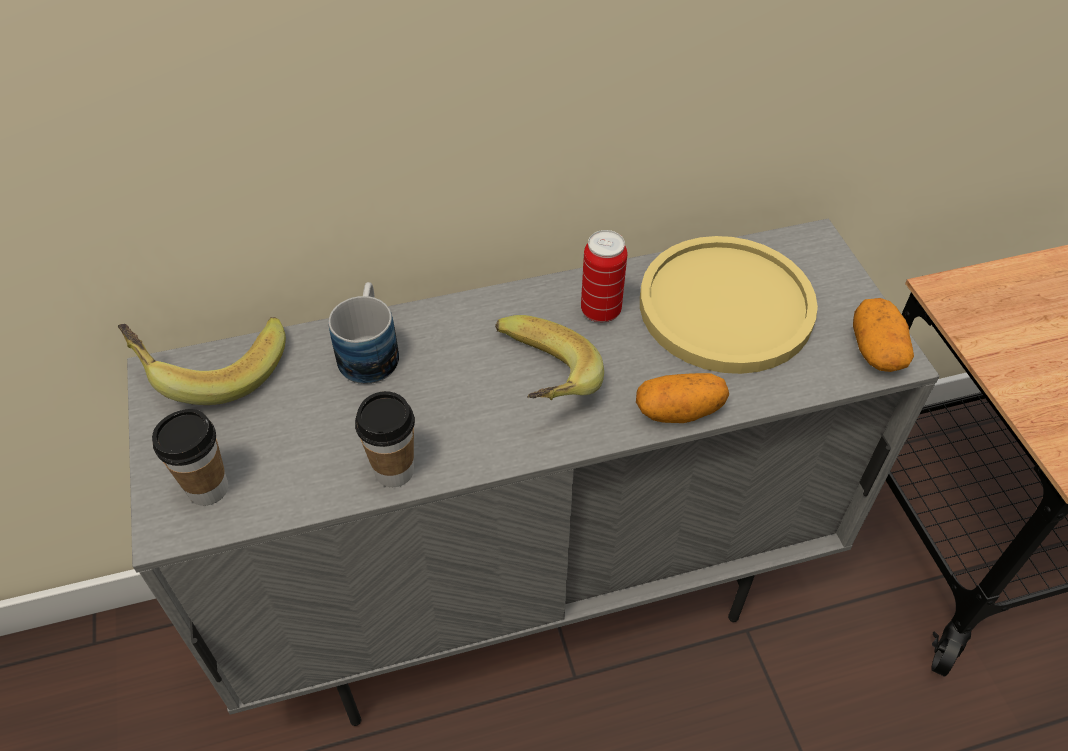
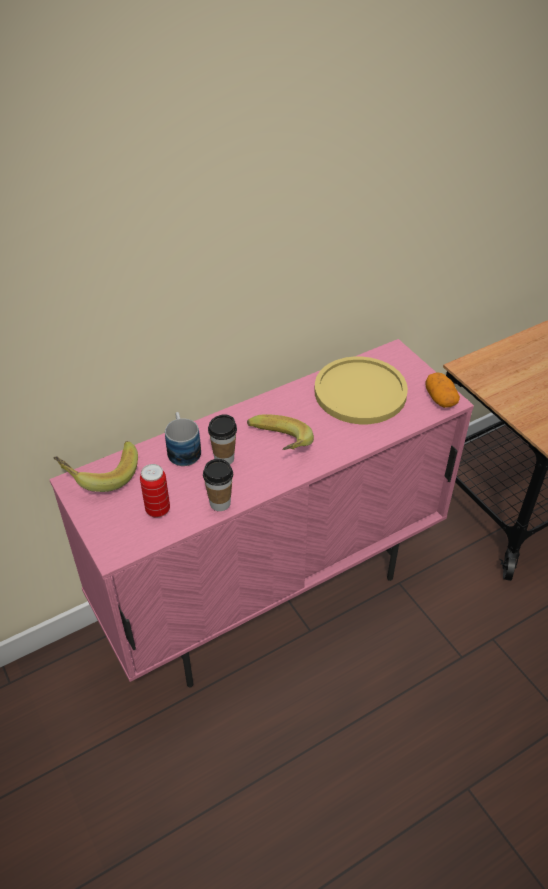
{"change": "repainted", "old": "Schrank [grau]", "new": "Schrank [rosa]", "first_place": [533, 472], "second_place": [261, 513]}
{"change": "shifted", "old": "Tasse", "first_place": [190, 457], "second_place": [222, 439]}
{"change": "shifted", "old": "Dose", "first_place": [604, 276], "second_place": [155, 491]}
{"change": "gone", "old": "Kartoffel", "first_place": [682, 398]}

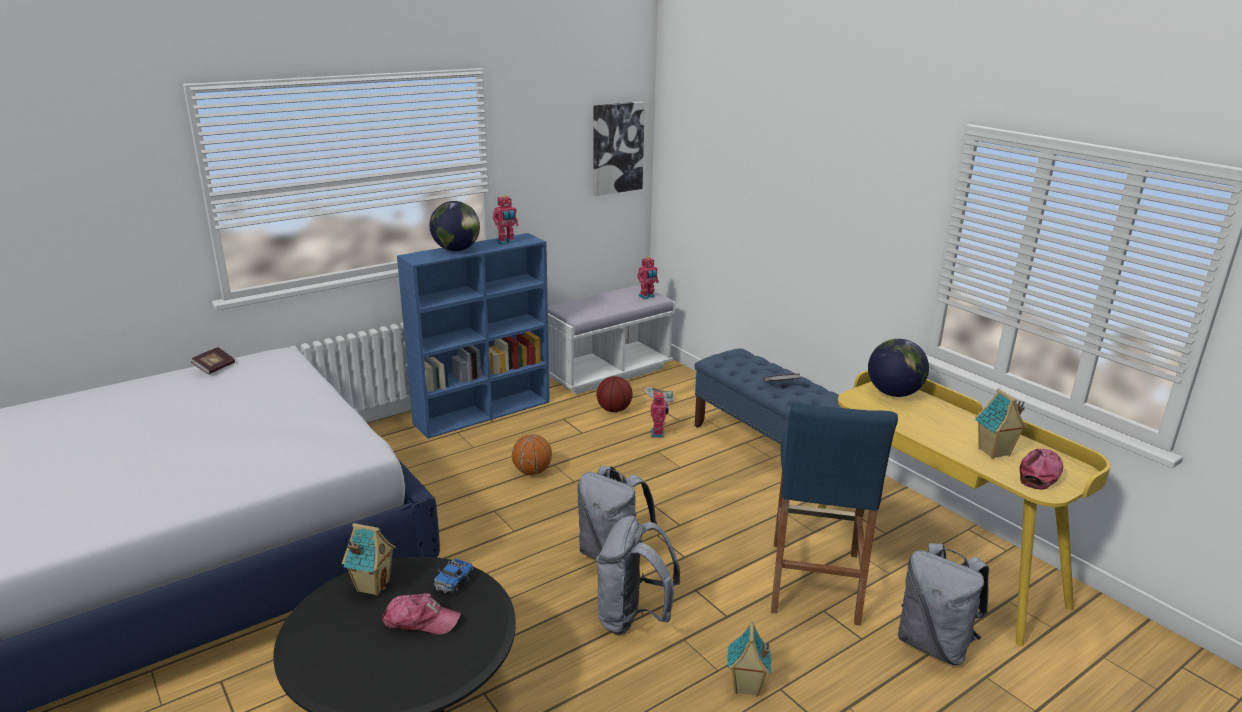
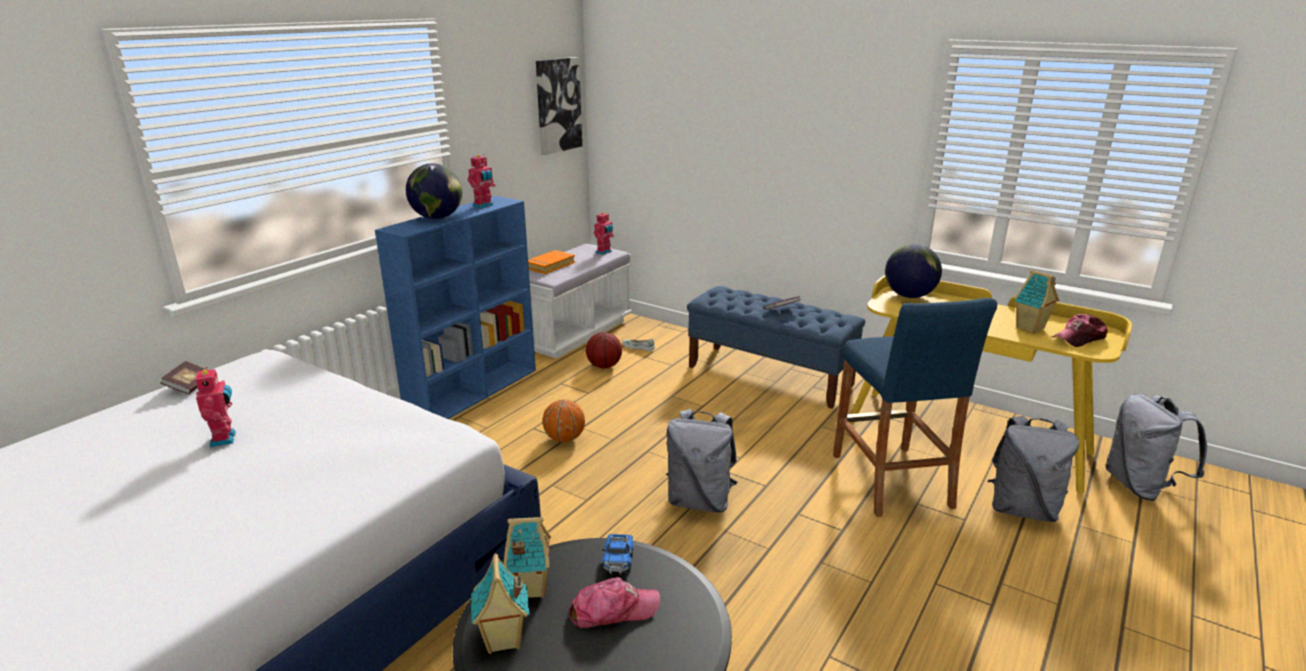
{"change": "shifted", "old": "Rucksack [grau]", "first_place": [638, 575], "second_place": [1156, 447]}
{"change": "shifted", "old": "Spielzeugroboter", "first_place": [660, 414], "second_place": [215, 407]}
{"change": "shifted", "old": "Spielzeughaus", "first_place": [749, 659], "second_place": [500, 604]}
{"change": "rotated", "old": "Kappe", "first_place": [1041, 469], "second_place": [1080, 330], "degrees": -135}
{"change": "new", "new": "Buch [orange]", "second_place": [551, 262]}

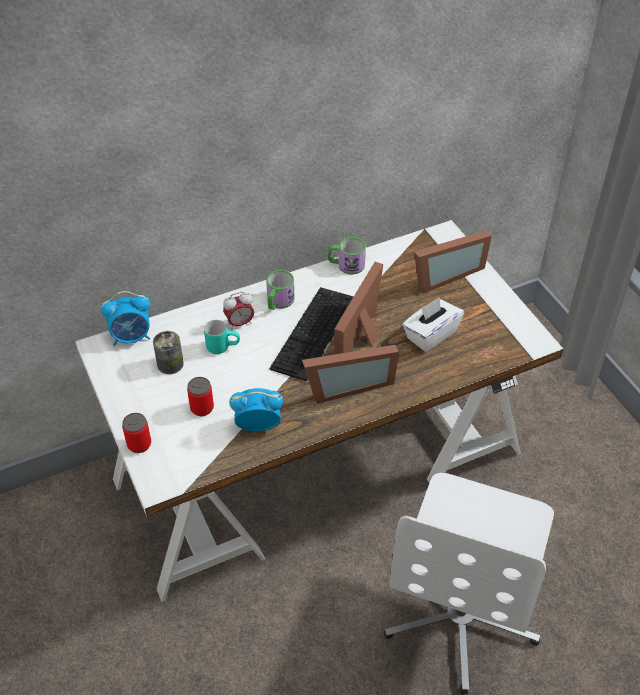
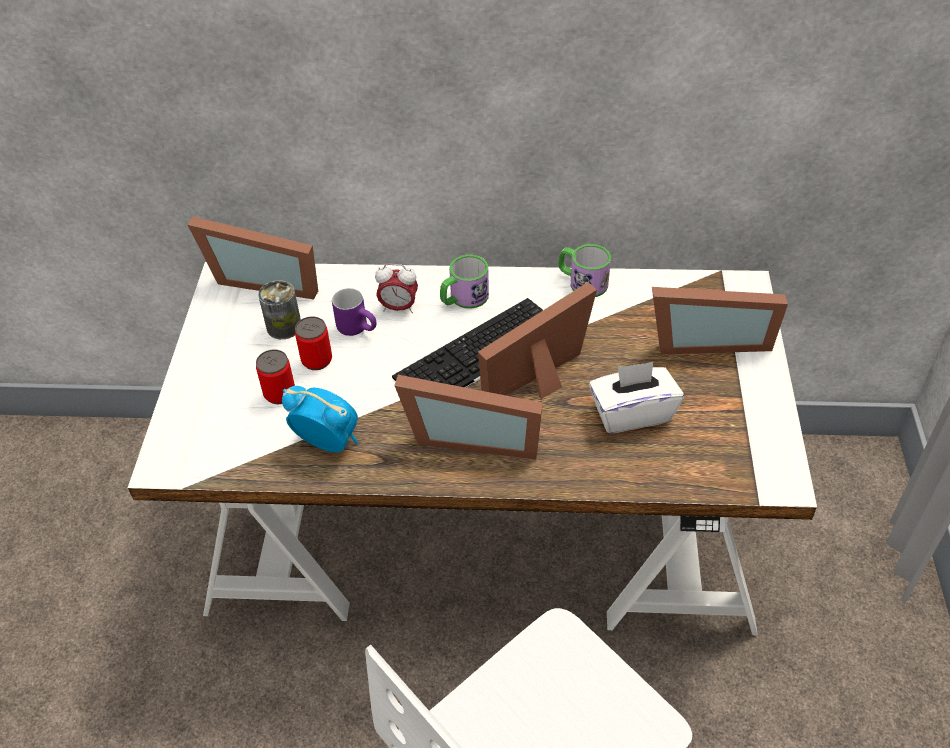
{"change": "swapped", "old": "Wecker", "new": "Bilderrahmen", "first_place": [125, 318], "second_place": [252, 258]}
{"change": "shifted", "old": "Dose", "first_place": [136, 433], "second_place": [313, 343]}
{"change": "repainted", "old": "Henkelbecher [türkis]", "new": "Henkelbecher [lila]", "first_place": [222, 337], "second_place": [354, 312]}

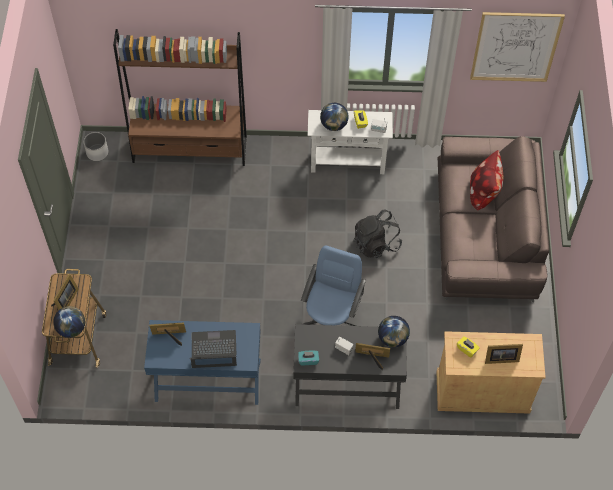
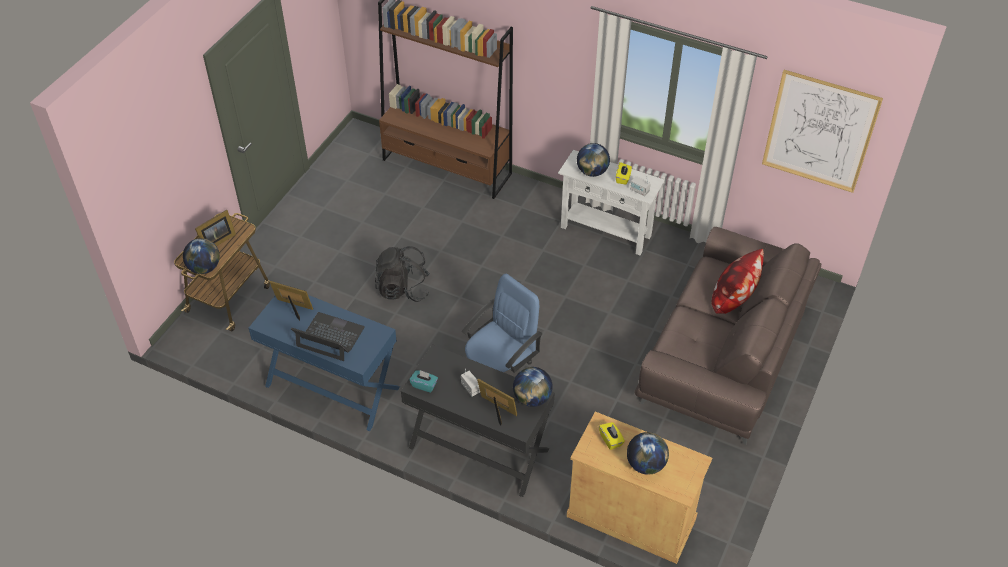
{"change": "gone", "old": "Pflanzkübel [weiß]", "first_place": [96, 146]}
{"change": "shifted", "old": "Rucksack [schwarz]", "first_place": [377, 233], "second_place": [402, 274]}
{"change": "swapped", "old": "Bilderrahmen", "new": "Globus", "first_place": [504, 354], "second_place": [648, 453]}

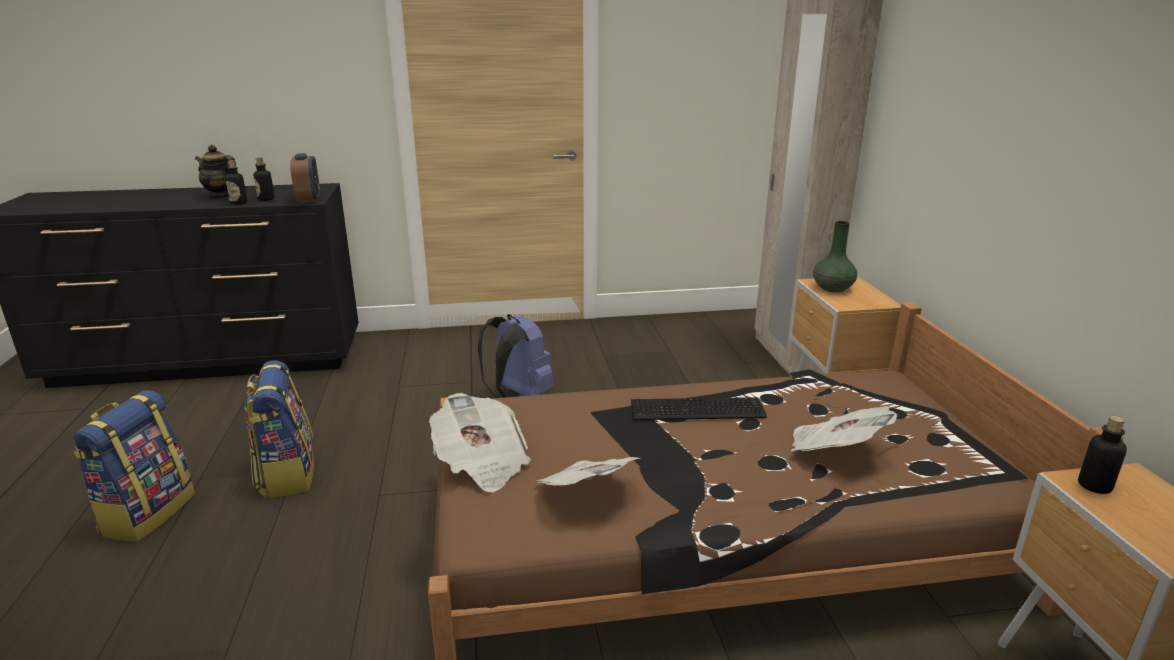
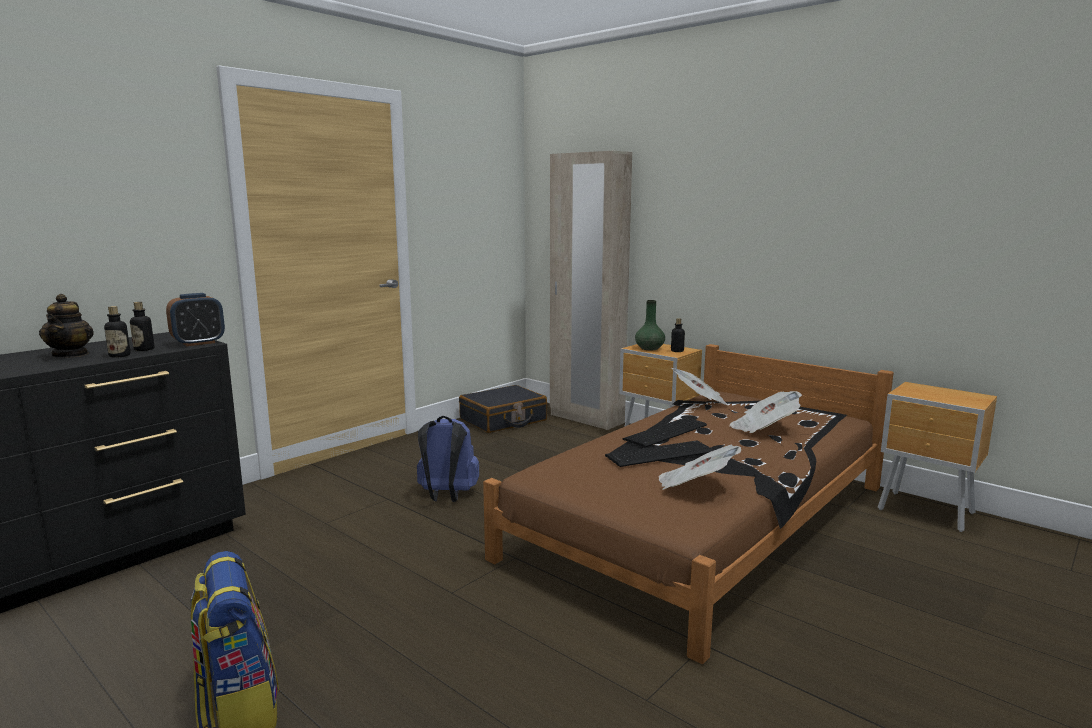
{"change": "rotated", "old": "Teekanne", "first_place": [215, 172], "second_place": [66, 326], "degrees": -90}
{"change": "gone", "old": "Rucksack", "first_place": [279, 429]}
{"change": "rotated", "old": "Wecker", "first_place": [305, 178], "second_place": [195, 319], "degrees": 105}
{"change": "shifted", "old": "Zeitung", "first_place": [480, 442], "second_place": [699, 386]}
{"change": "shifted", "old": "Flasche", "first_place": [1102, 455], "second_place": [678, 335]}
{"change": "new", "new": "Koffer [schwarz]", "second_place": [503, 409]}
{"change": "new", "new": "Tastatur", "second_place": [659, 453]}

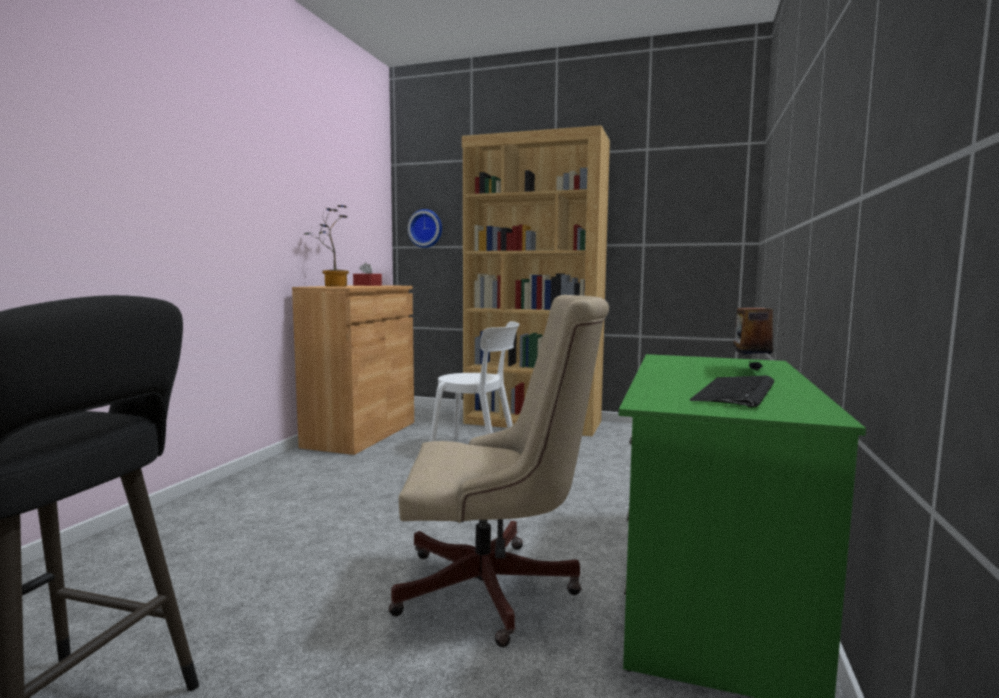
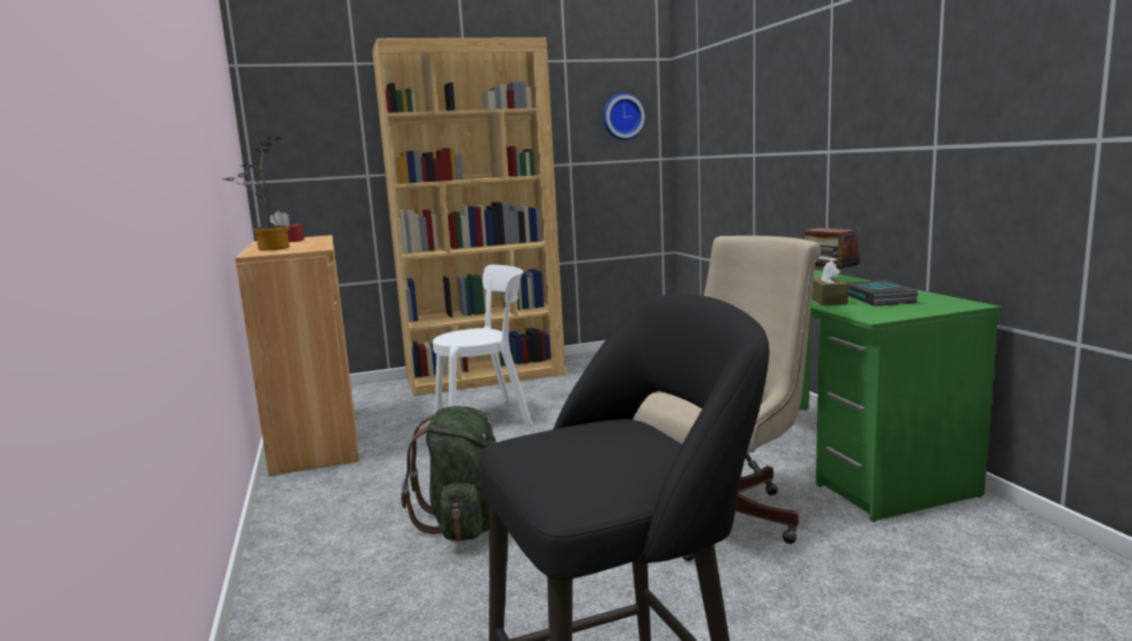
{"change": "shifted", "old": "Wanduhr", "first_place": [425, 228], "second_place": [624, 116]}
{"change": "swapped", "old": "Tastatur", "new": "Buch", "first_place": [732, 391], "second_place": [882, 293]}
{"change": "new", "new": "Rucksack [grün]", "second_place": [449, 474]}
{"change": "new", "new": "Taschentuchbox [braun]", "second_place": [830, 283]}

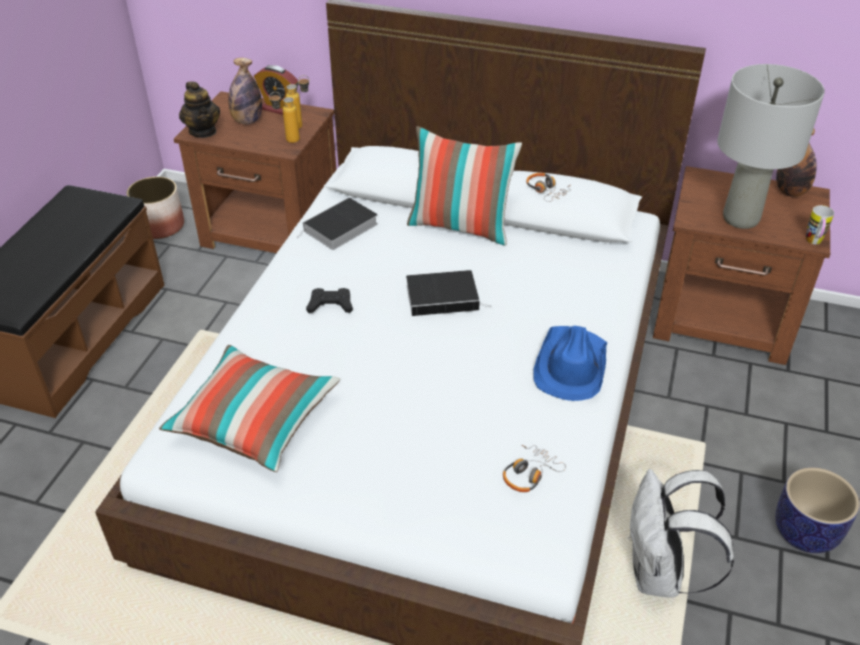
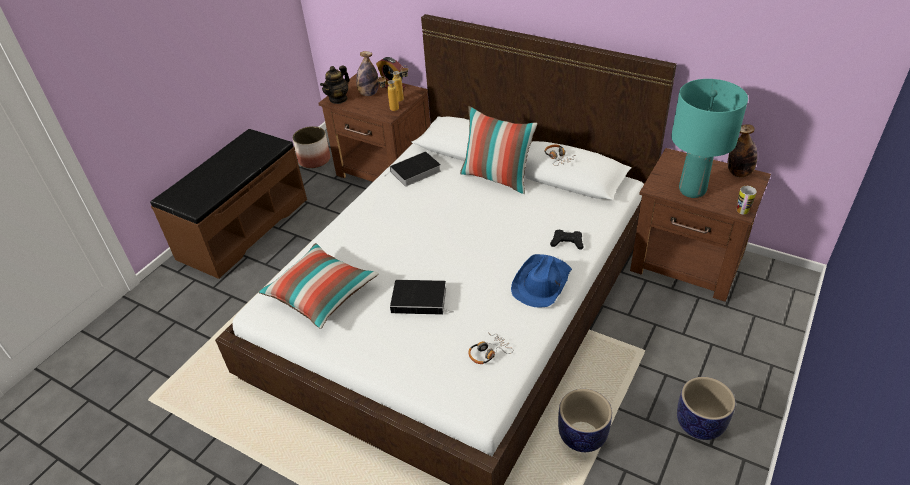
{"change": "rotated", "old": "Teekanne", "first_place": [199, 109], "second_place": [334, 84], "degrees": 45}
{"change": "shifted", "old": "Gamepad [schwarz]", "first_place": [329, 300], "second_place": [567, 240]}
{"change": "shifted", "old": "Buch", "first_place": [449, 293], "second_place": [422, 297]}
{"change": "swapped", "old": "Rucksack [weiß]", "new": "Pflanzkübel", "first_place": [681, 533], "second_place": [585, 420]}
{"change": "repainted", "old": "Tischlampe [grau]", "new": "Tischlampe [türkis]", "first_place": [771, 146], "second_place": [709, 138]}

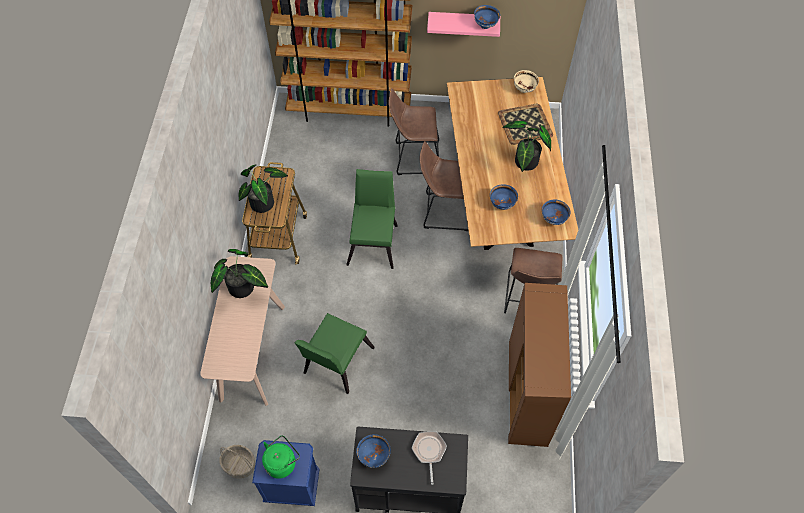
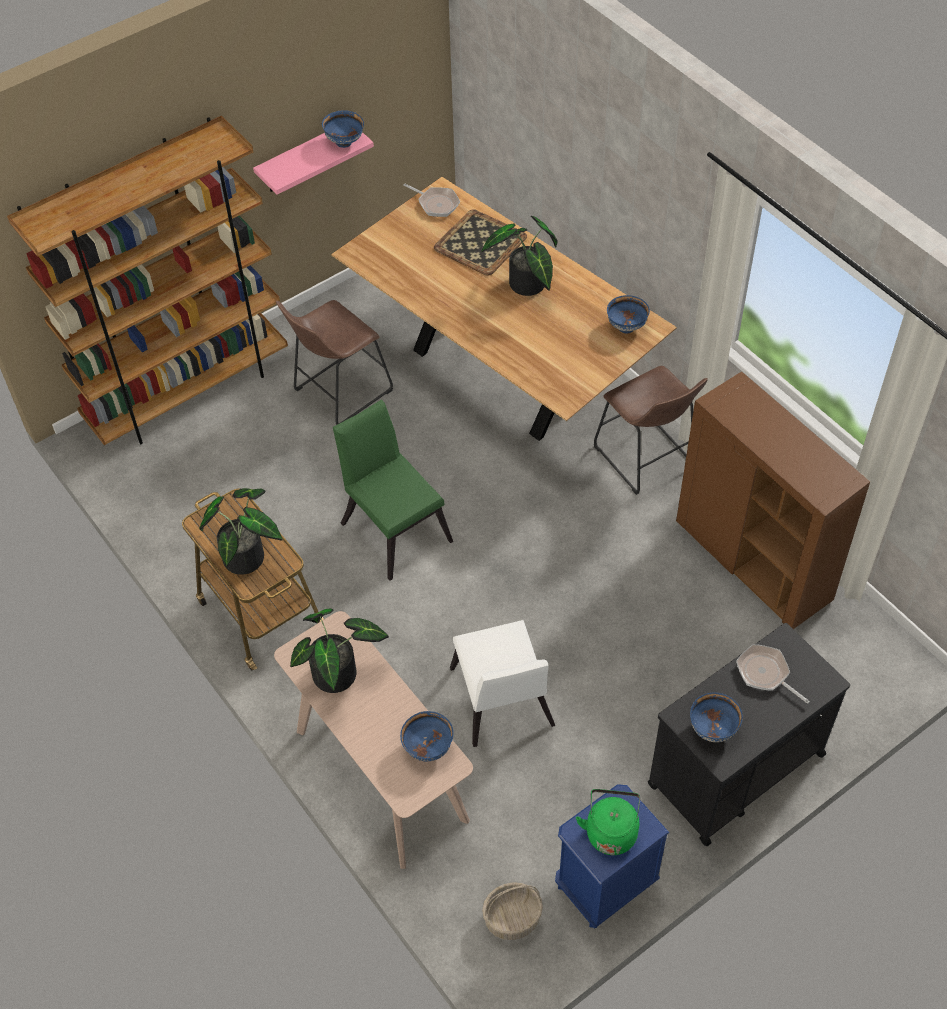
{"change": "repainted", "old": "Stuhl [grün]", "new": "Stuhl [weiß]", "first_place": [335, 353], "second_place": [502, 683]}
{"change": "gone", "old": "Hocker [braun]", "first_place": [444, 186]}
{"change": "shifted", "old": "Schüssel [blau]", "first_place": [504, 197], "second_place": [427, 736]}
{"change": "swapped", "old": "Schüssel [beige]", "new": "Pfanne", "first_place": [526, 81], "second_place": [432, 200]}

